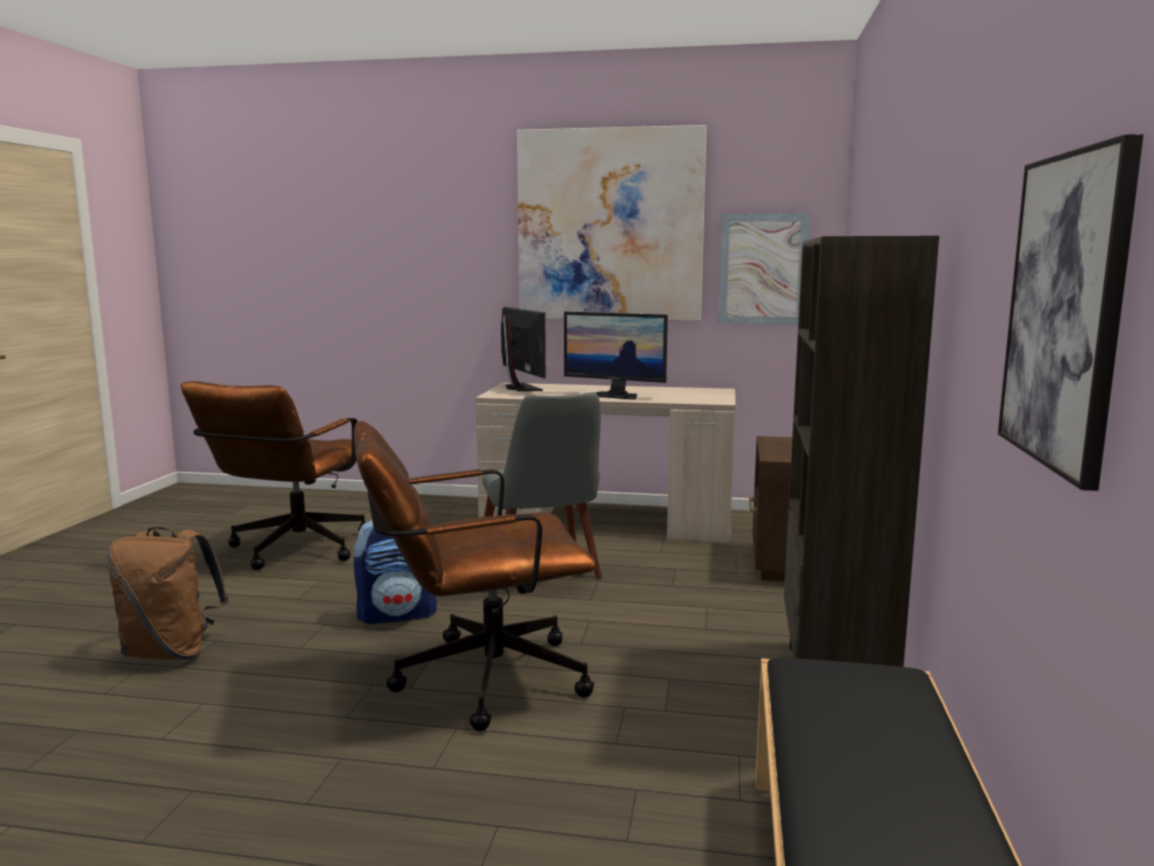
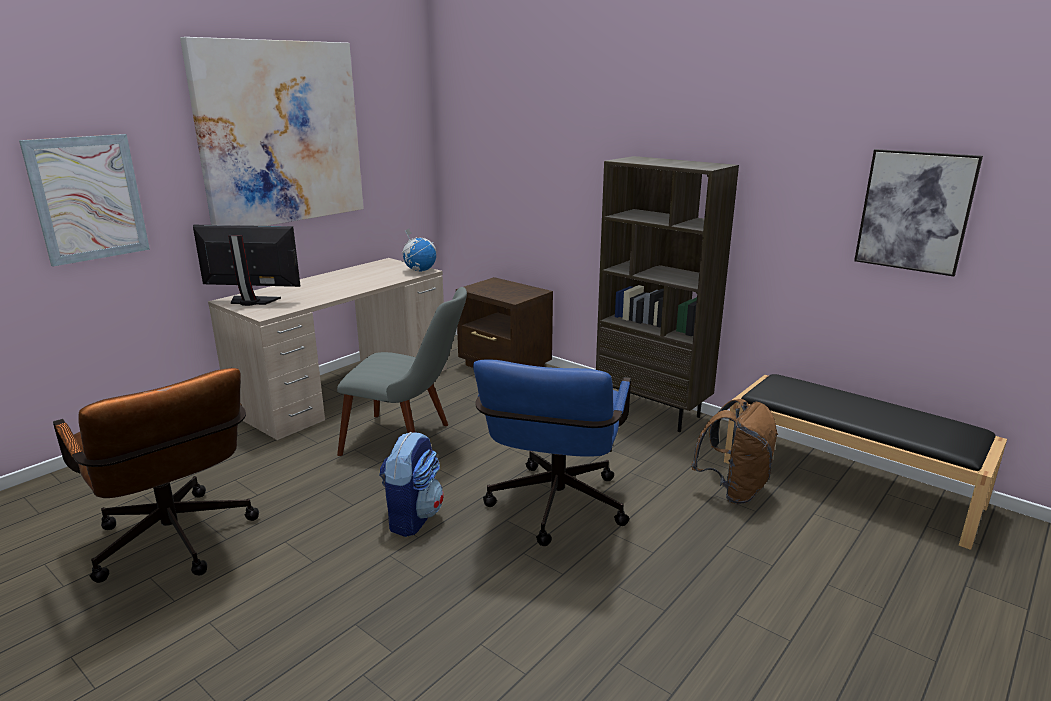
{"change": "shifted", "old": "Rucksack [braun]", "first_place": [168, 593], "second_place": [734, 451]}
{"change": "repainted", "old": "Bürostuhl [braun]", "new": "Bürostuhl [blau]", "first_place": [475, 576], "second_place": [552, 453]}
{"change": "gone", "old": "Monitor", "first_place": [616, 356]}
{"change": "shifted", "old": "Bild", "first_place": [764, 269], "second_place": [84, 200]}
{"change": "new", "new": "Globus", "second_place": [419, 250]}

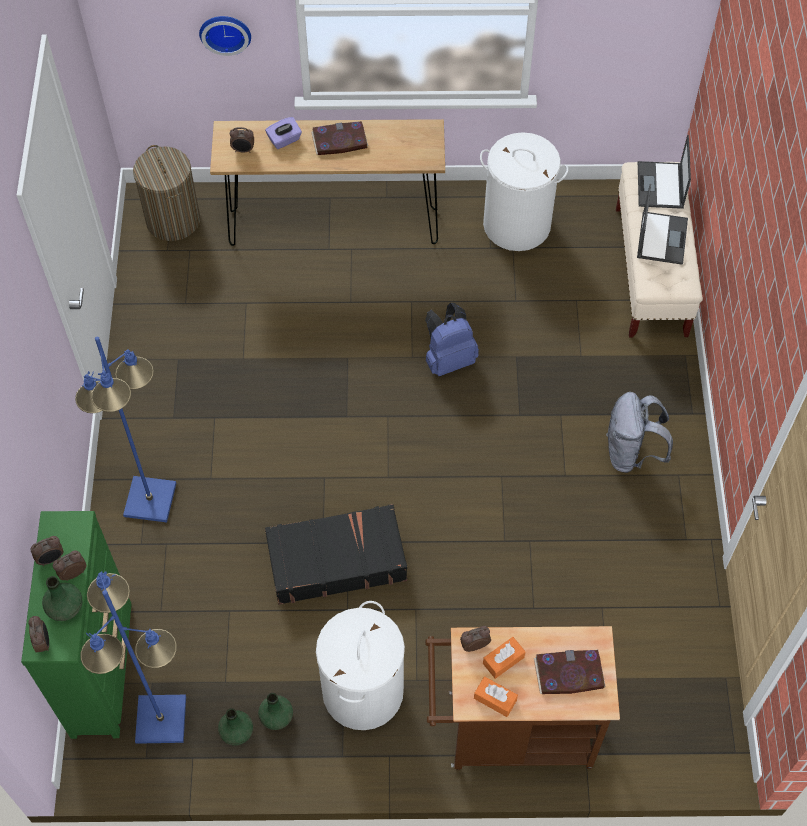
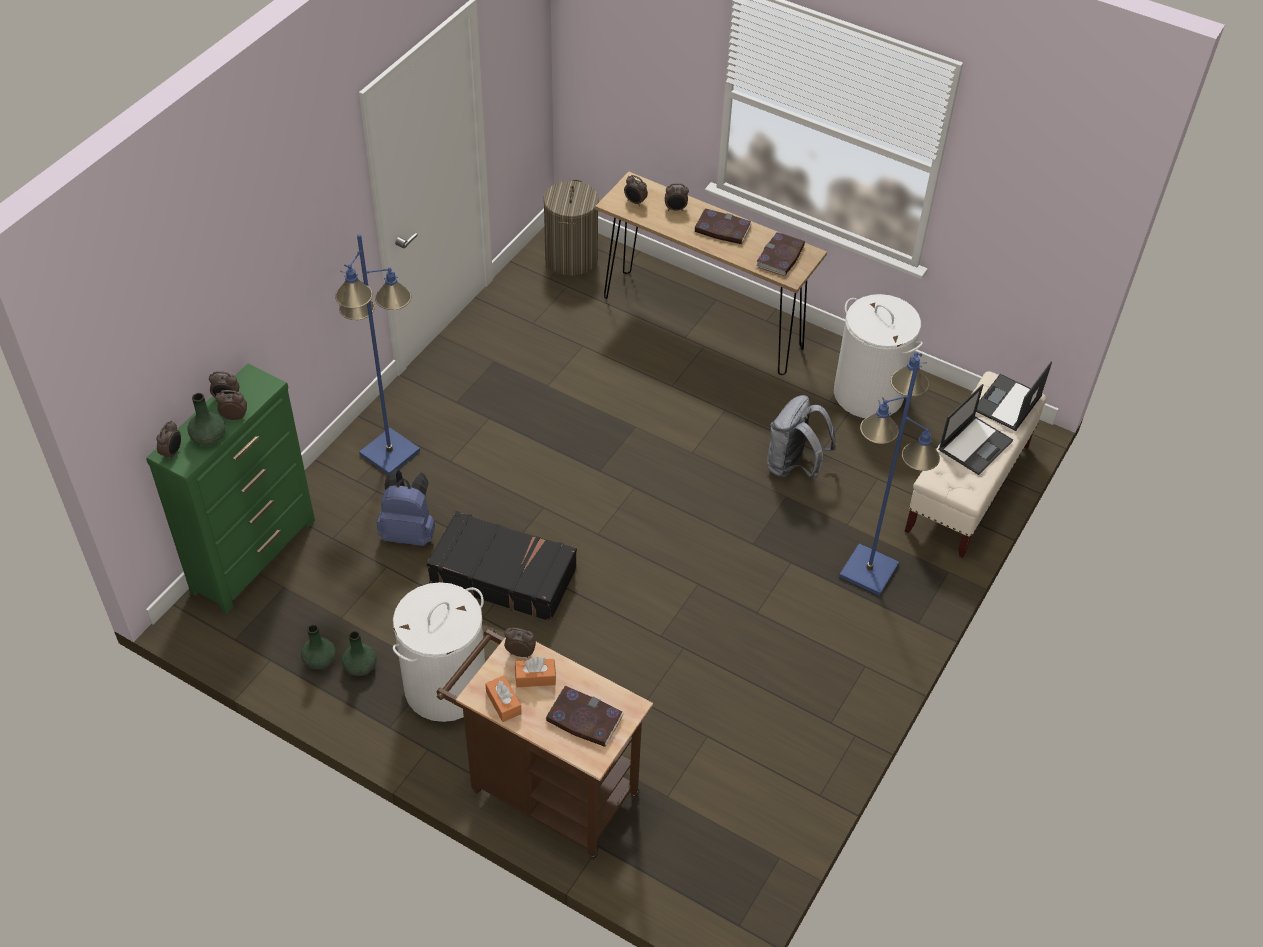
{"change": "shifted", "old": "Stehlampe [blau]", "first_place": [133, 657], "second_place": [889, 474]}
{"change": "gone", "old": "Wanduhr", "first_place": [225, 36]}
{"change": "swapped", "old": "Taschentuchbox [lila]", "new": "Wecker", "first_place": [283, 133], "second_place": [677, 197]}
{"change": "shifted", "old": "Rucksack [blau]", "first_place": [452, 339], "second_place": [406, 507]}
{"change": "shifted", "old": "Rucksack [grau]", "first_place": [639, 432], "second_place": [801, 437]}
{"change": "new", "new": "Buch", "second_place": [780, 254]}

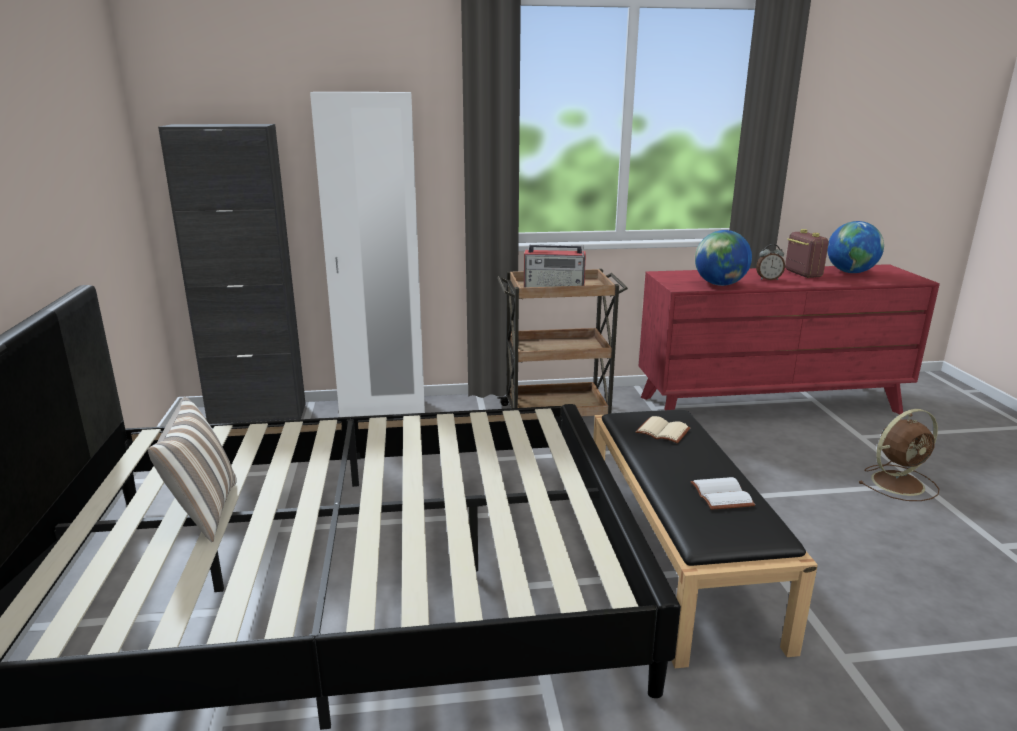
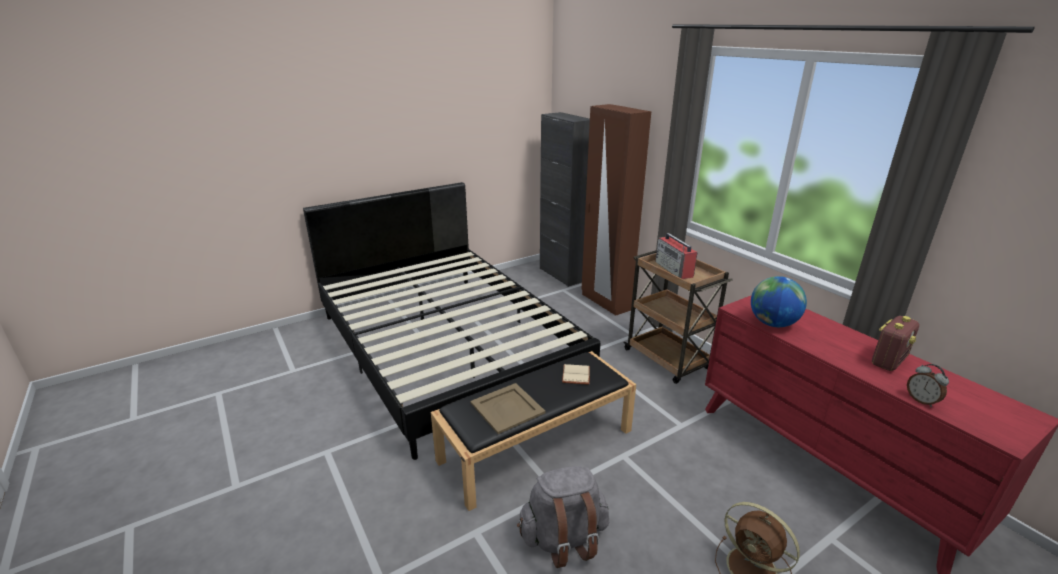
{"change": "gone", "old": "Kissen", "first_place": [192, 469]}
{"change": "repainted", "old": "Kleiderschrank [weiß]", "new": "Kleiderschrank [braun]", "first_place": [367, 254], "second_place": [616, 210]}
{"change": "swapped", "old": "Buch [weiß]", "new": "Tablett [beige]", "first_place": [722, 493], "second_place": [508, 408]}
{"change": "shifted", "old": "Wecker", "first_place": [770, 262], "second_place": [928, 385]}
{"change": "gone", "old": "Globus", "first_place": [855, 247]}
{"change": "new", "new": "Rucksack [grau]", "second_place": [563, 517]}

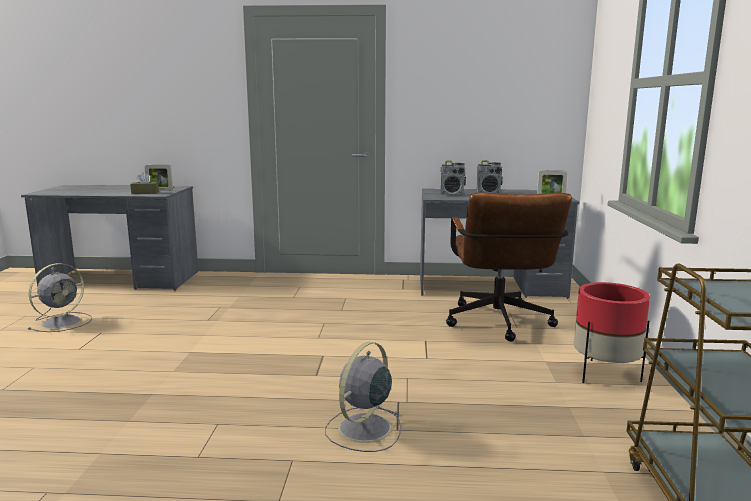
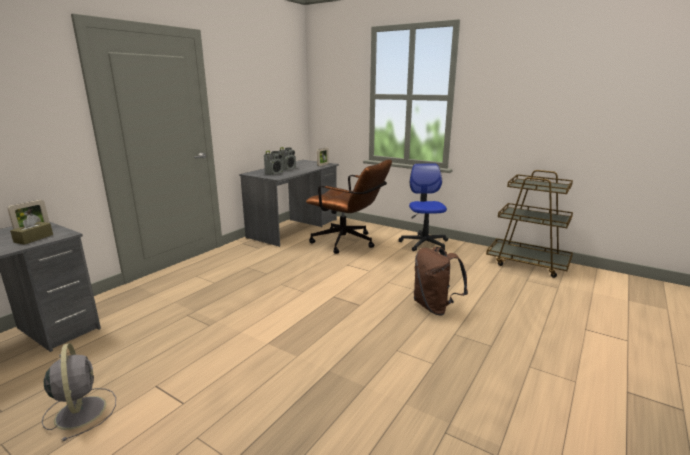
{"change": "swapped", "old": "Ventilator [grau]", "new": "Rucksack [braun]", "first_place": [363, 397], "second_place": [441, 281]}
{"change": "swapped", "old": "Pflanzkübel [rot]", "new": "Bürostuhl", "first_place": [612, 332], "second_place": [423, 207]}

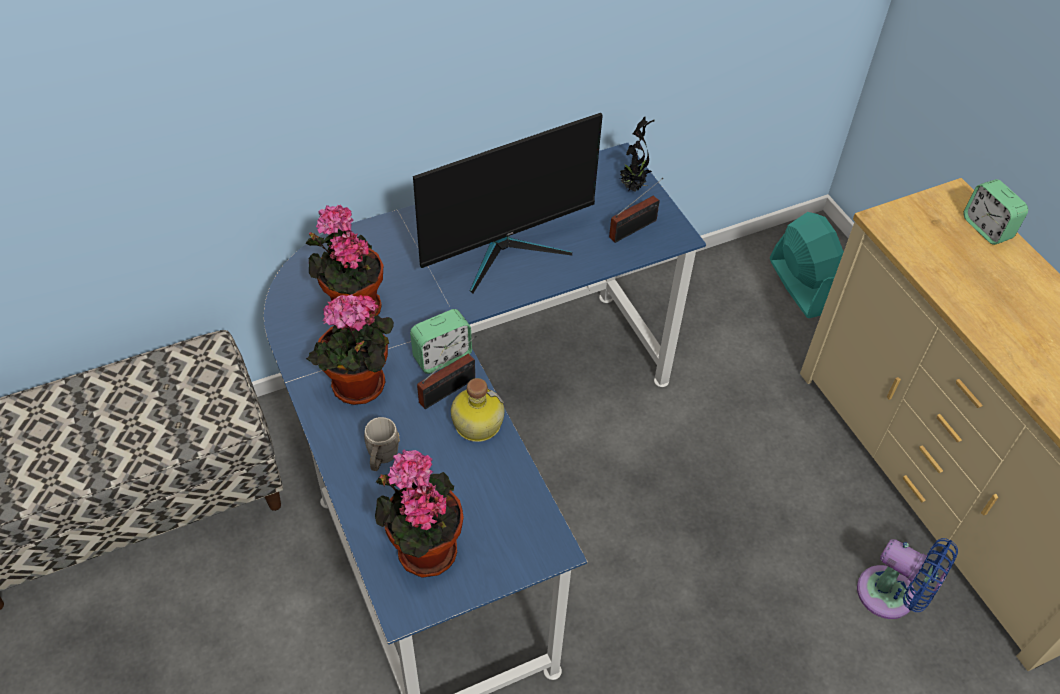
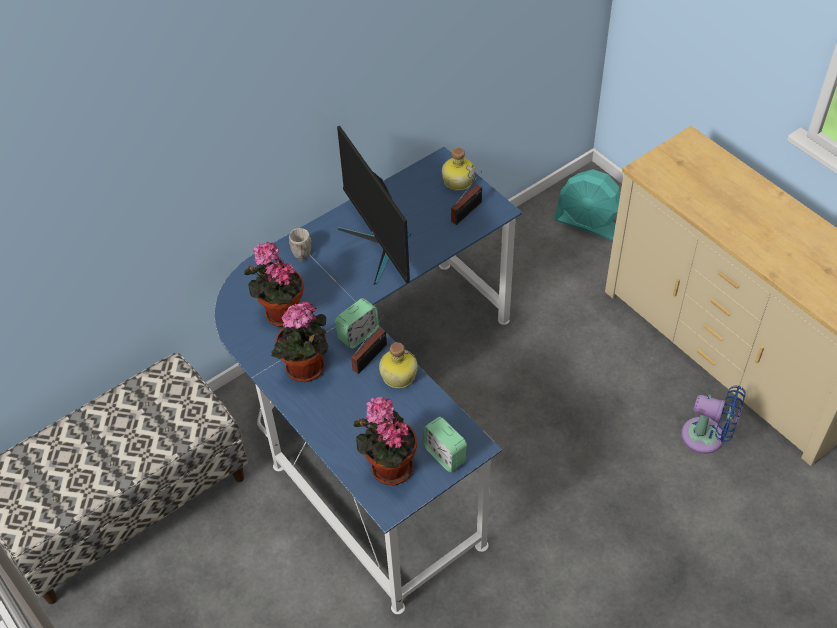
{"change": "shifted", "old": "Henkelbecher [grau]", "first_place": [382, 444], "second_place": [300, 245]}
{"change": "rotated", "old": "Monitor", "first_place": [508, 203], "second_place": [374, 205], "degrees": 105}
{"change": "swapped", "old": "Topfpflanze", "new": "Flasche", "first_place": [637, 154], "second_place": [458, 169]}
{"change": "rotated", "old": "Ventilator [türkis]", "first_place": [807, 265], "second_place": [587, 205], "degrees": 150}
{"change": "shifted", "old": "Wecker", "first_place": [995, 212], "second_place": [445, 444]}

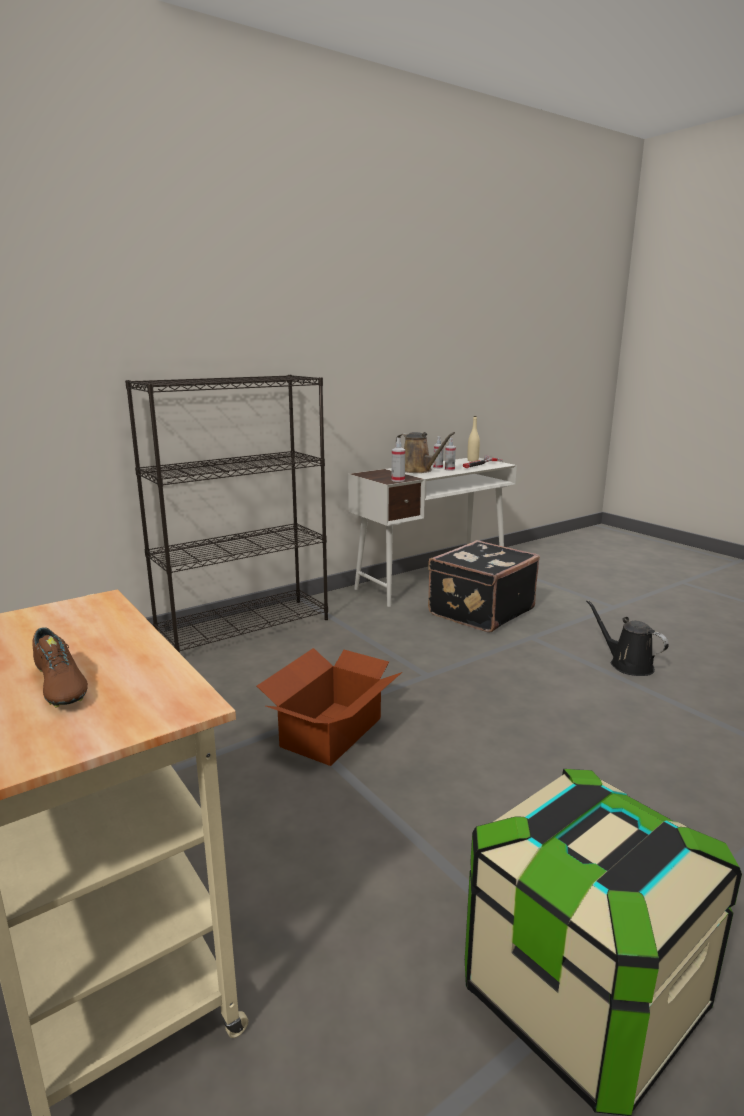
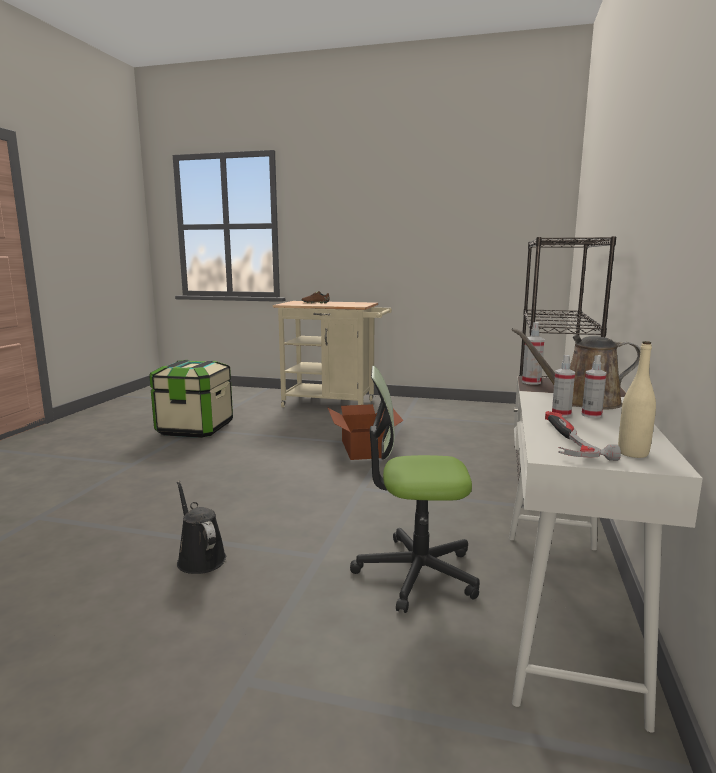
{"change": "swapped", "old": "Koffer [schwarz]", "new": "Bürostuhl", "first_place": [484, 586], "second_place": [415, 489]}
{"change": "rotated", "old": "Gießkanne [schwarz]", "first_place": [627, 638], "second_place": [201, 527], "degrees": -135}

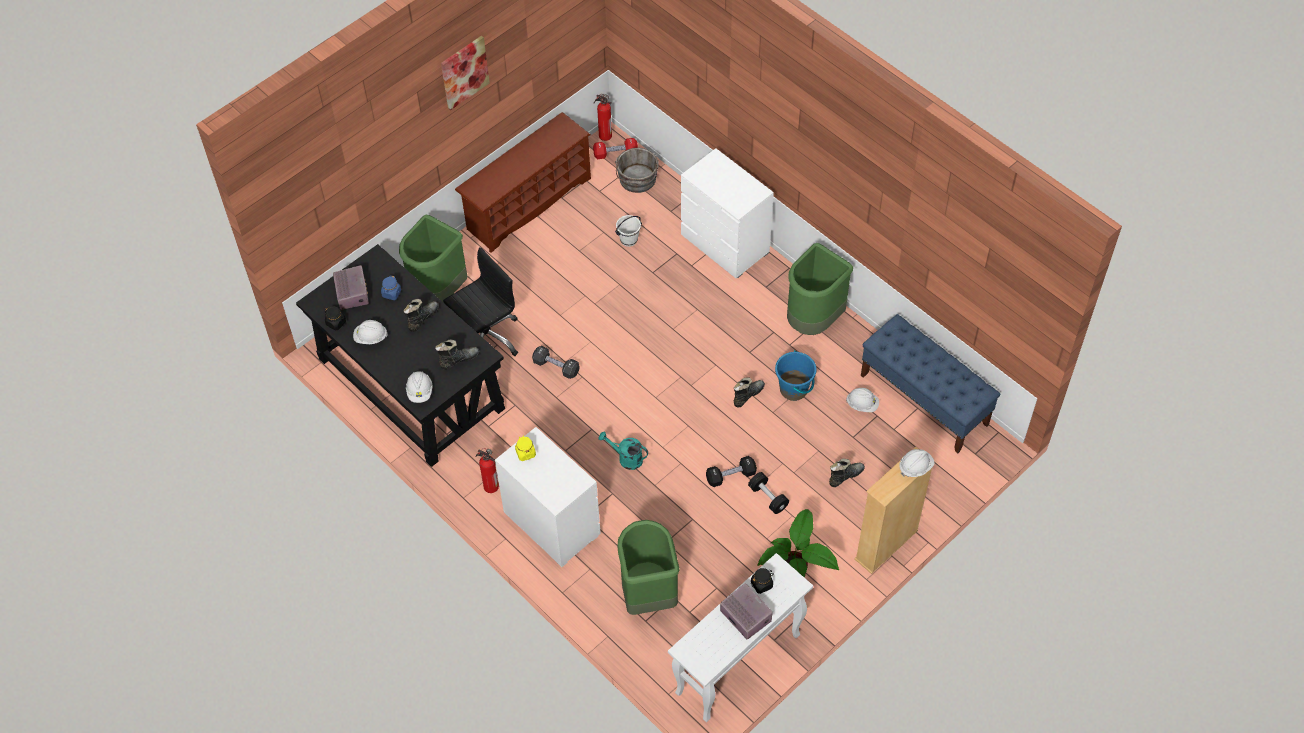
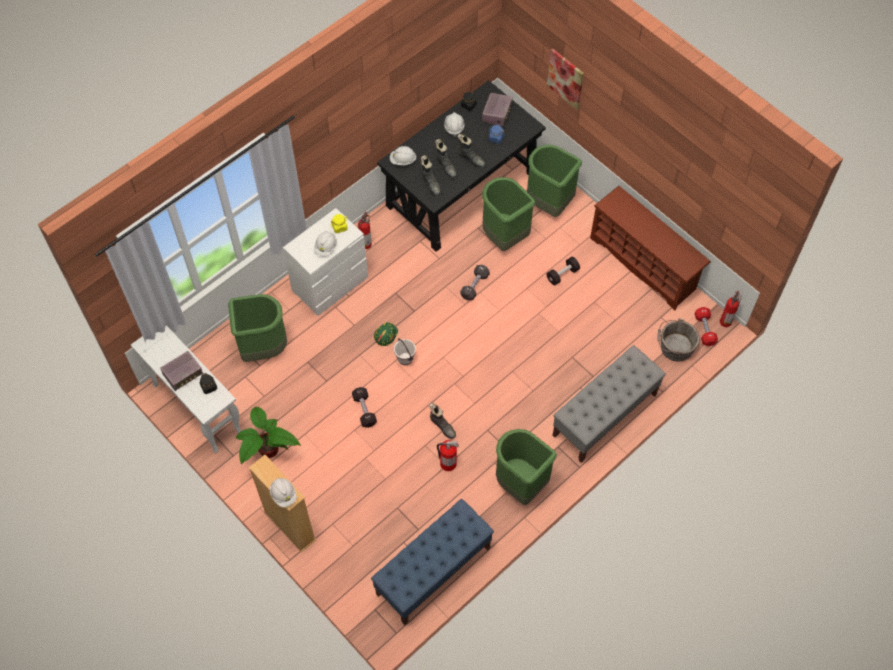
{"change": "rotated", "old": "Radio", "first_place": [351, 287], "second_place": [497, 109], "degrees": -60}
{"change": "shifted", "old": "Bild", "first_place": [465, 73], "second_place": [565, 79]}
{"change": "swapped", "old": "Bürostuhl [schwarz]", "new": "Mülleimer [grün]", "first_place": [480, 301], "second_place": [508, 214]}
{"change": "swapped", "old": "Gießkanne [türkis]", "new": "Schutzhelm [grün]", "first_place": [623, 450], "second_place": [386, 334]}
{"change": "shifted", "old": "Eimer [weiß]", "first_place": [628, 231], "second_place": [405, 352]}
{"change": "swapped", "old": "Kommode [weiß]", "new": "Bank [grau]", "first_place": [727, 213], "second_place": [609, 404]}
{"change": "shifted", "old": "Hantel [schwarz]", "first_place": [768, 493], "second_place": [563, 271]}
{"change": "swapped", "old": "Eimer [blau]", "new": "Feuerlöscher", "first_place": [795, 375], "second_place": [448, 455]}
{"change": "shifted", "old": "Stiefel [schwarz]", "first_place": [847, 473], "second_place": [446, 158]}
{"change": "shifted", "old": "Schutzhelm [weiß]", "first_place": [862, 400], "second_place": [325, 244]}

